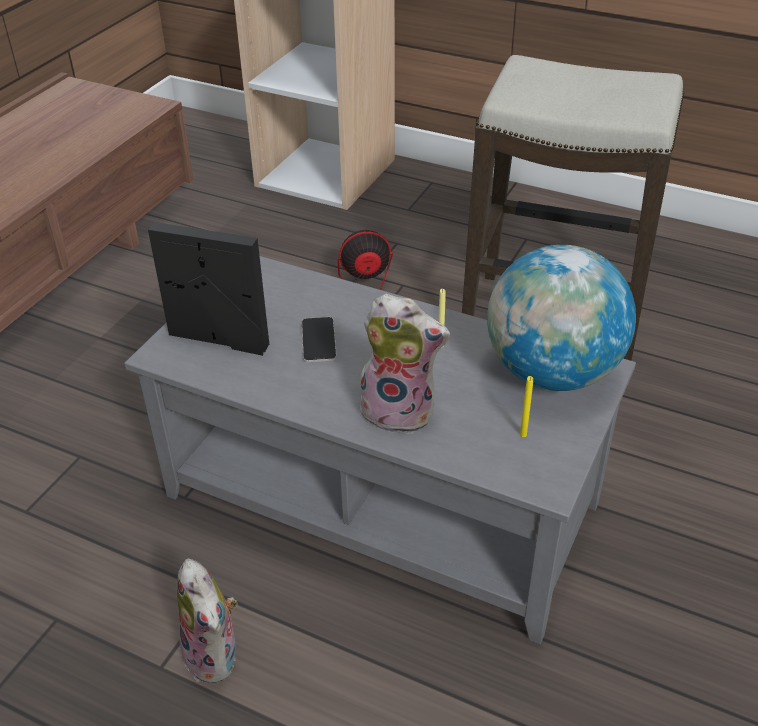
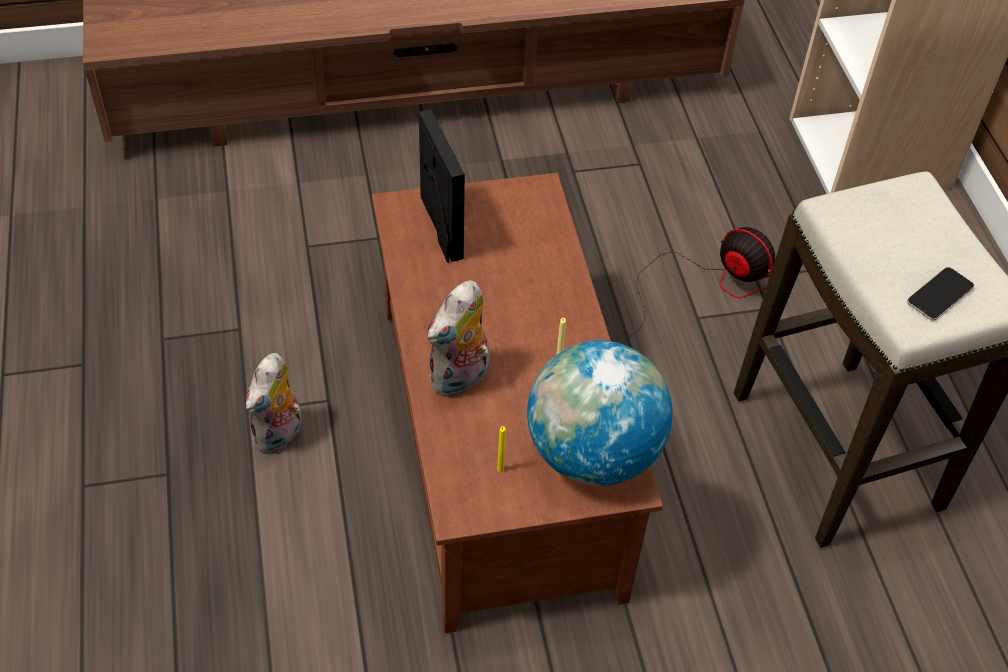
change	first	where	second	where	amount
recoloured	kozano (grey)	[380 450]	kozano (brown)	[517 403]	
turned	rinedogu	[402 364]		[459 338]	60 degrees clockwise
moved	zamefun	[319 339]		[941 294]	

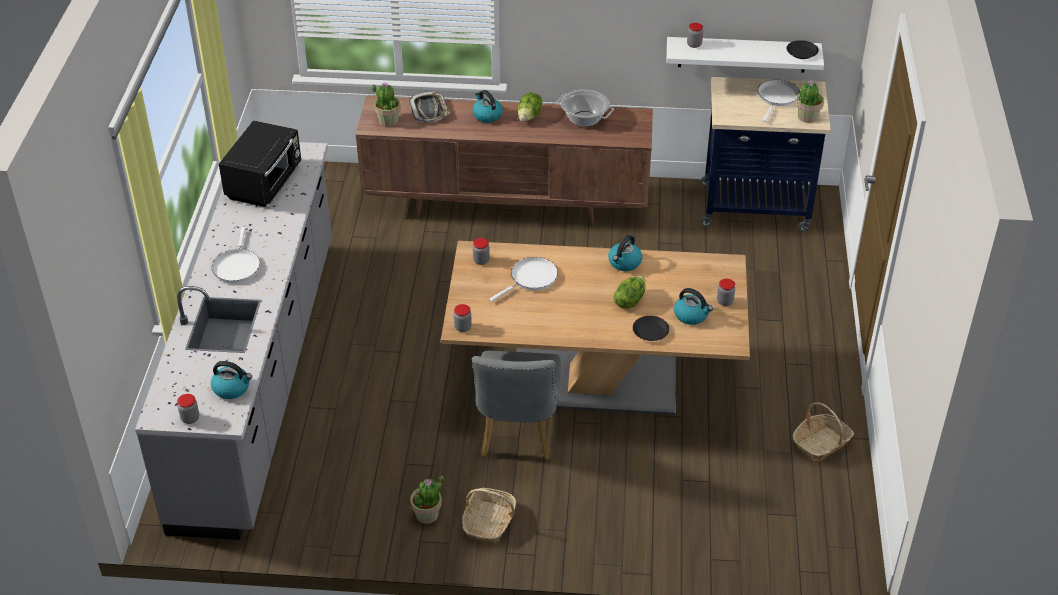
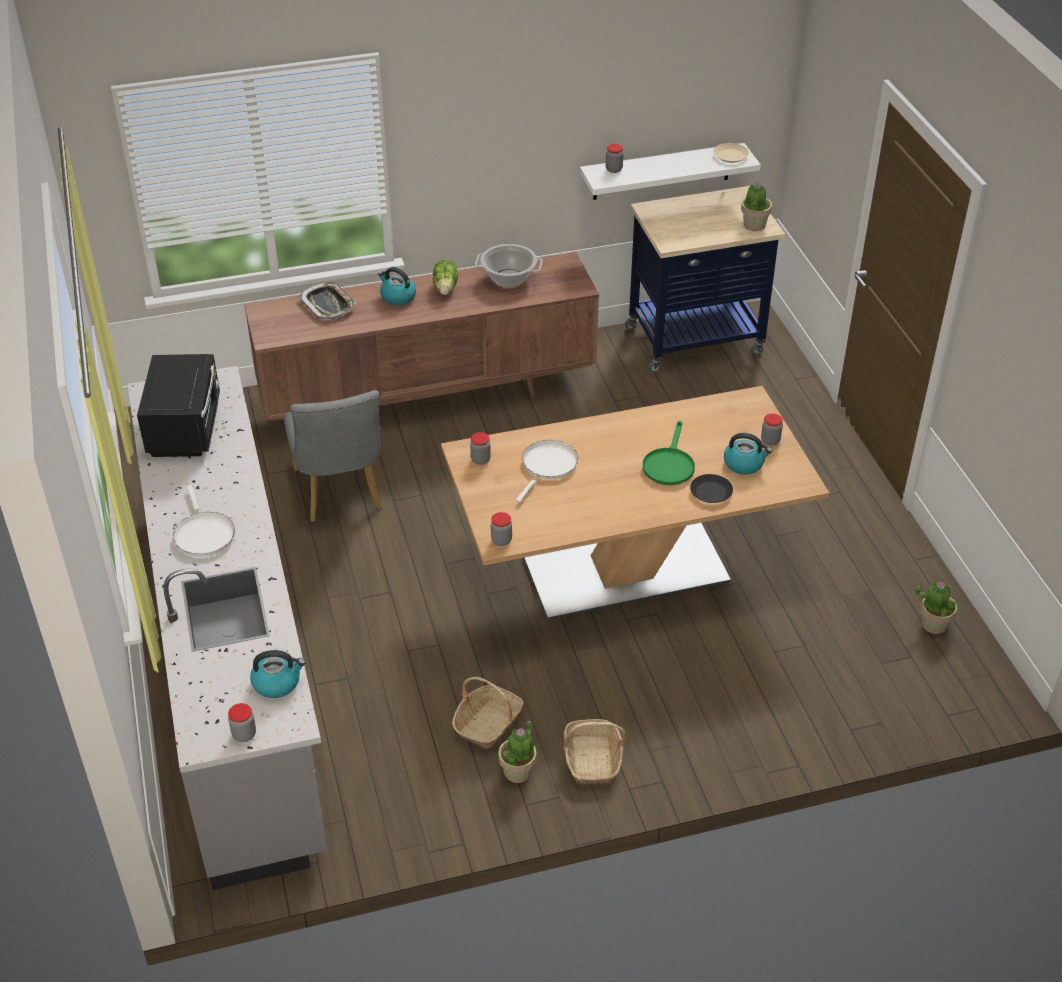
change	first	where	second	where	amount
recoloured	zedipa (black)	[803 49]	zedipa (beige)	[731 153]	
removed	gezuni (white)	[779 101]			
moved	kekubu	[386 105]		[936 607]	
removed	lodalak	[625 253]			
replaced	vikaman	[630 292]	gezuni (green)	[669 452]	
moved	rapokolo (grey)	[516 405]		[333 456]	
moved	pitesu	[823 432]		[488 713]	

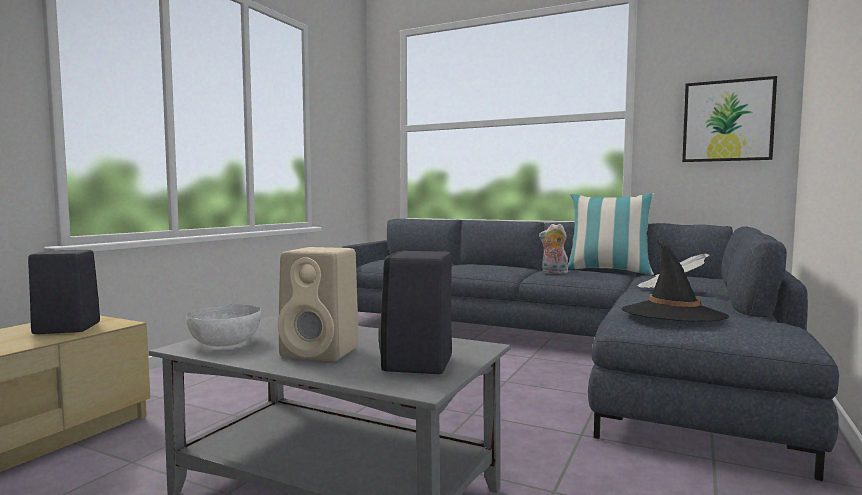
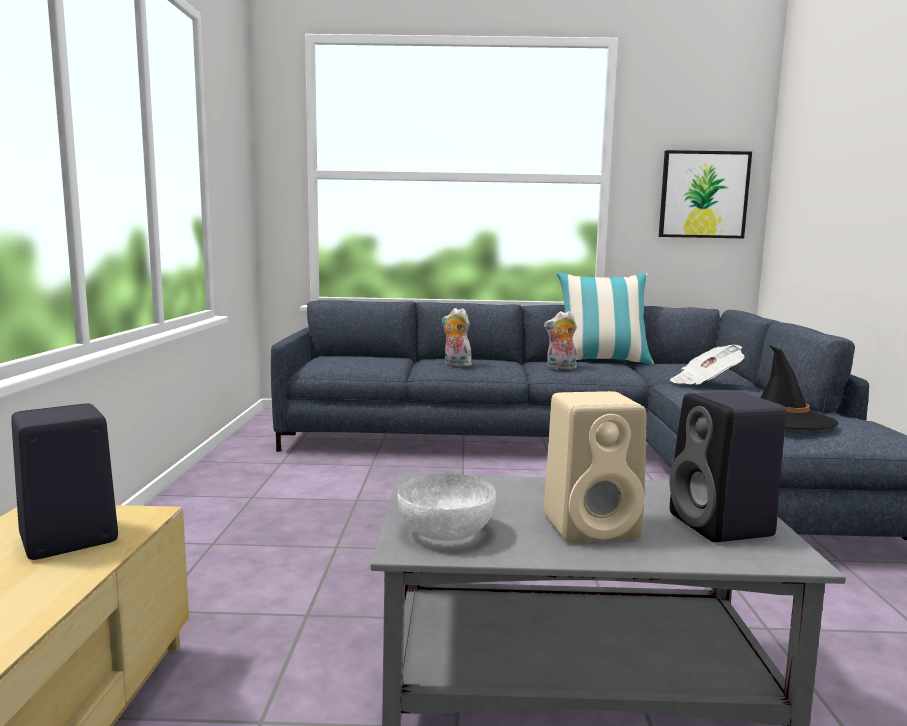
change	first	where	second	where	amount
added			rinedogu	[457 337]	

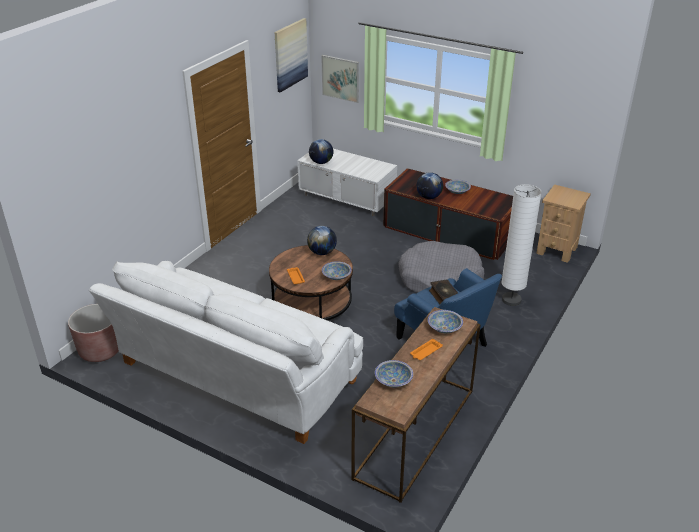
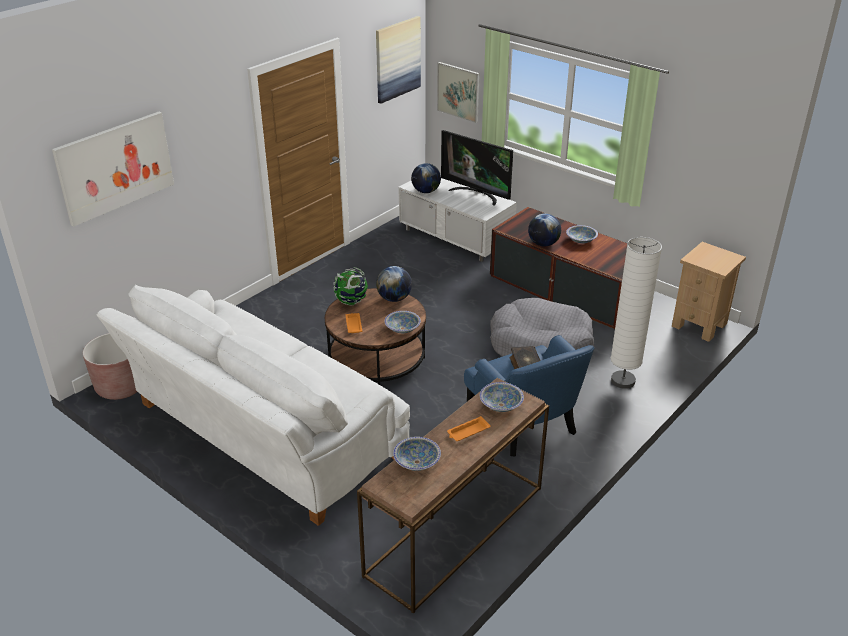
change	first	where	second	where	amount
added			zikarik	[113 169]	
added			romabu	[477 168]	
added			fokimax	[350 286]	

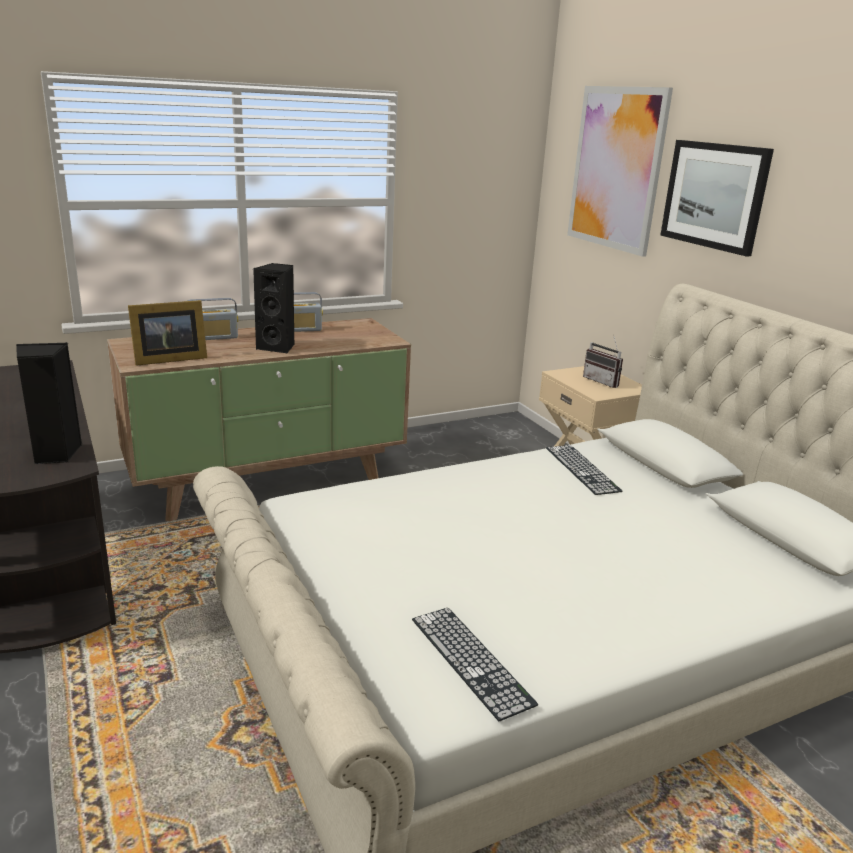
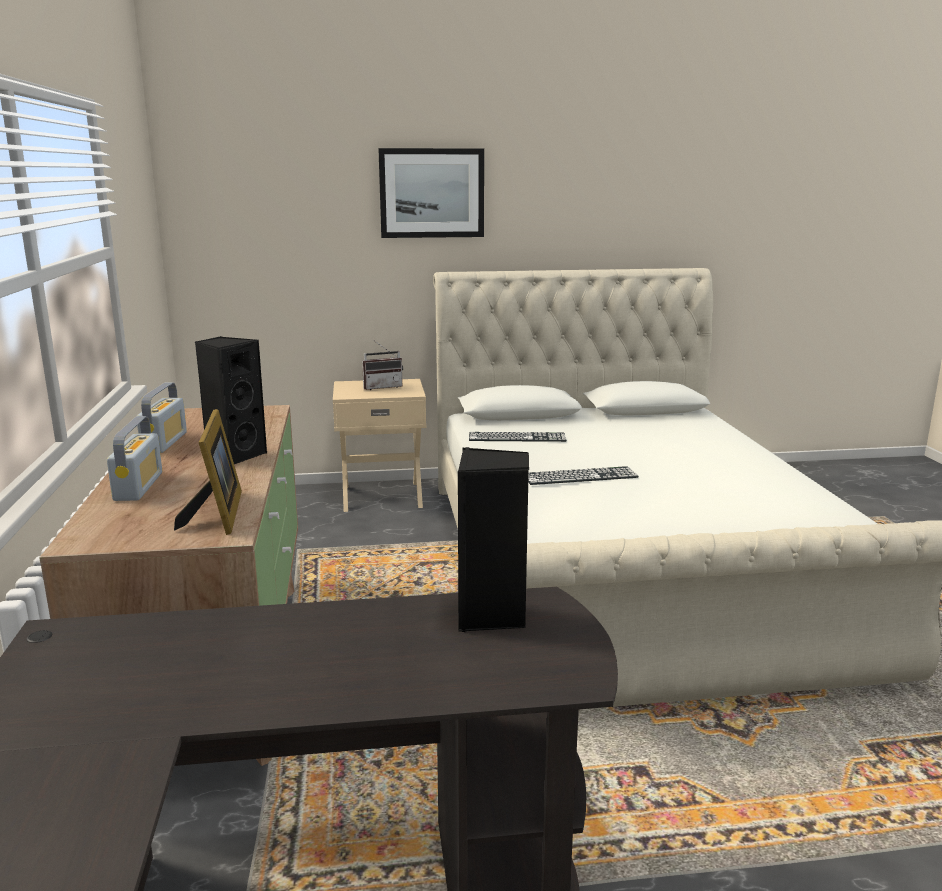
change	first	where	second	where	amount
removed	zikarik	[620 171]			
moved	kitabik	[475 664]		[583 475]	

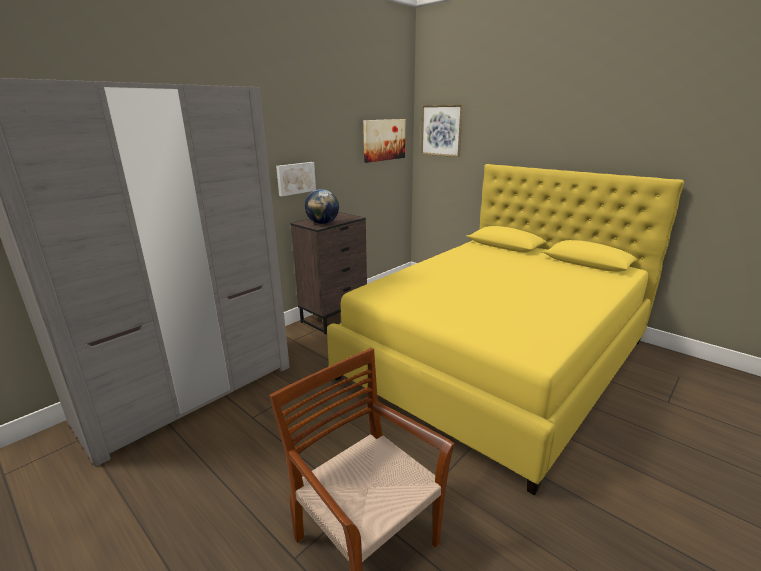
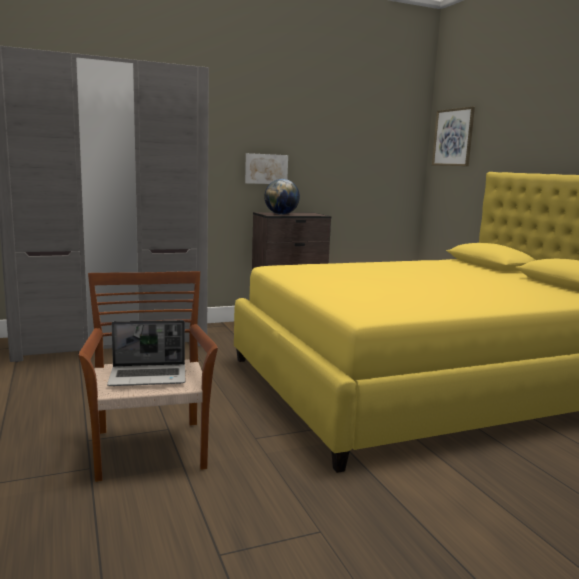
change	first	where	second	where	amount
removed	zikarik	[384 141]			
added			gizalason	[146 353]	

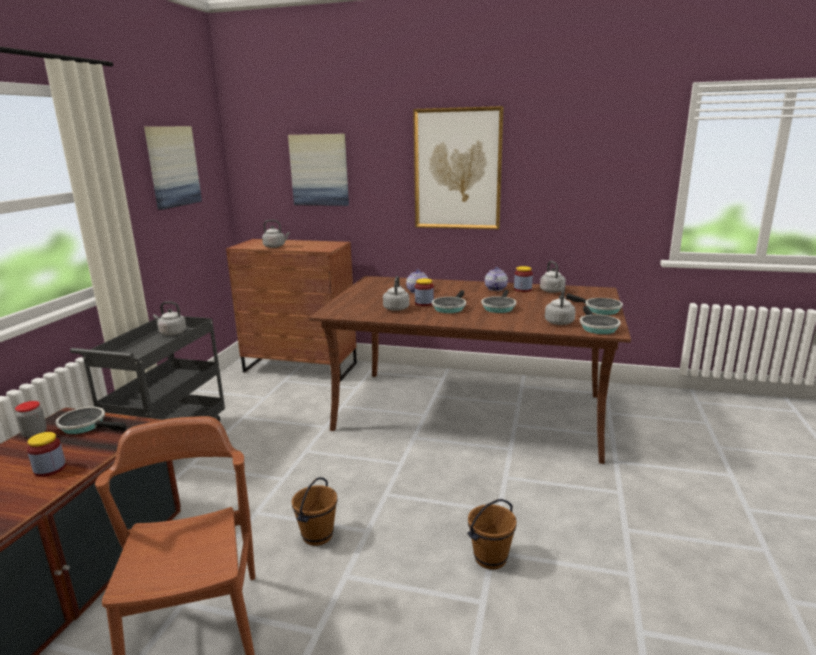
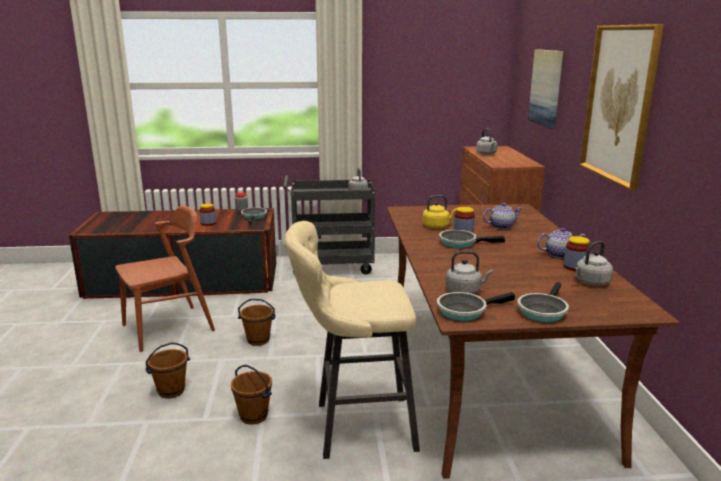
change	first	where	second	where	amount
removed	zikarik	[173 168]			
recoloured	lodalak (grey)	[396 293]	lodalak (yellow)	[440 211]	
removed	gezuni	[498 301]			
added			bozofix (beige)	[352 340]	
added			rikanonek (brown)	[168 370]	

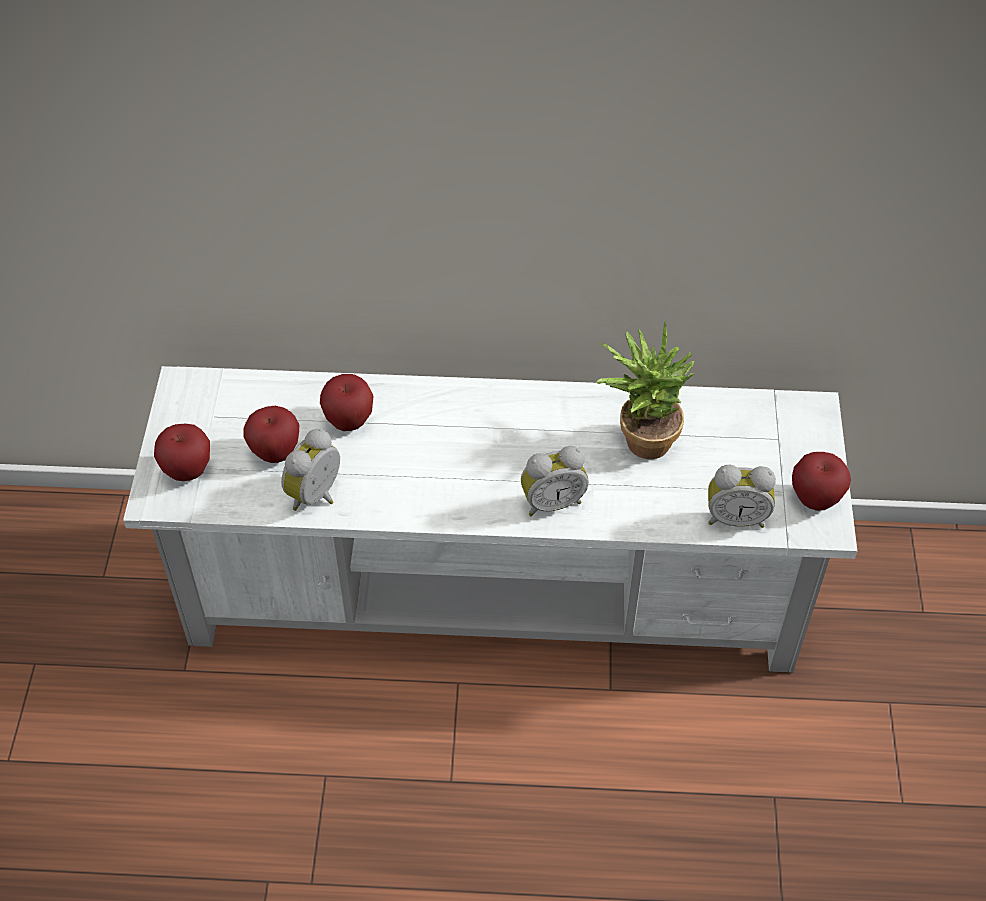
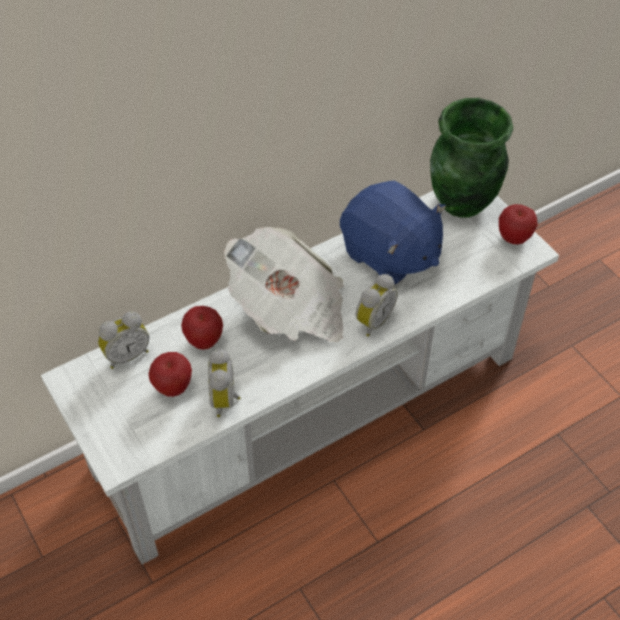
change	first	where	second	where	amount
replaced	kekubu	[646 390]	rinedogu (blue)	[393 233]	
removed	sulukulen	[182 452]			
moved	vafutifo	[742 496]		[123 340]	
added			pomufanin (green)	[471 158]	
added			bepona	[284 284]	

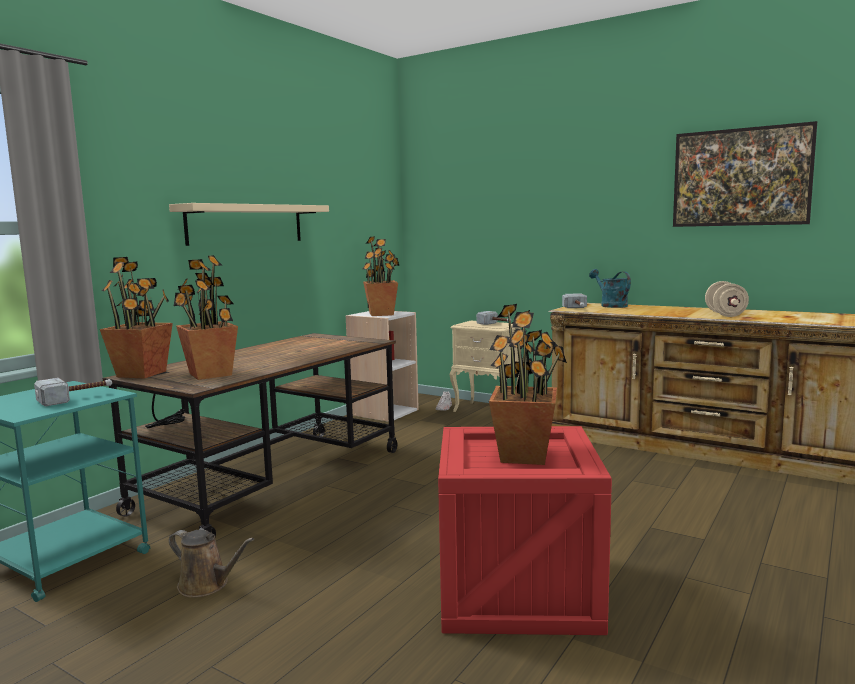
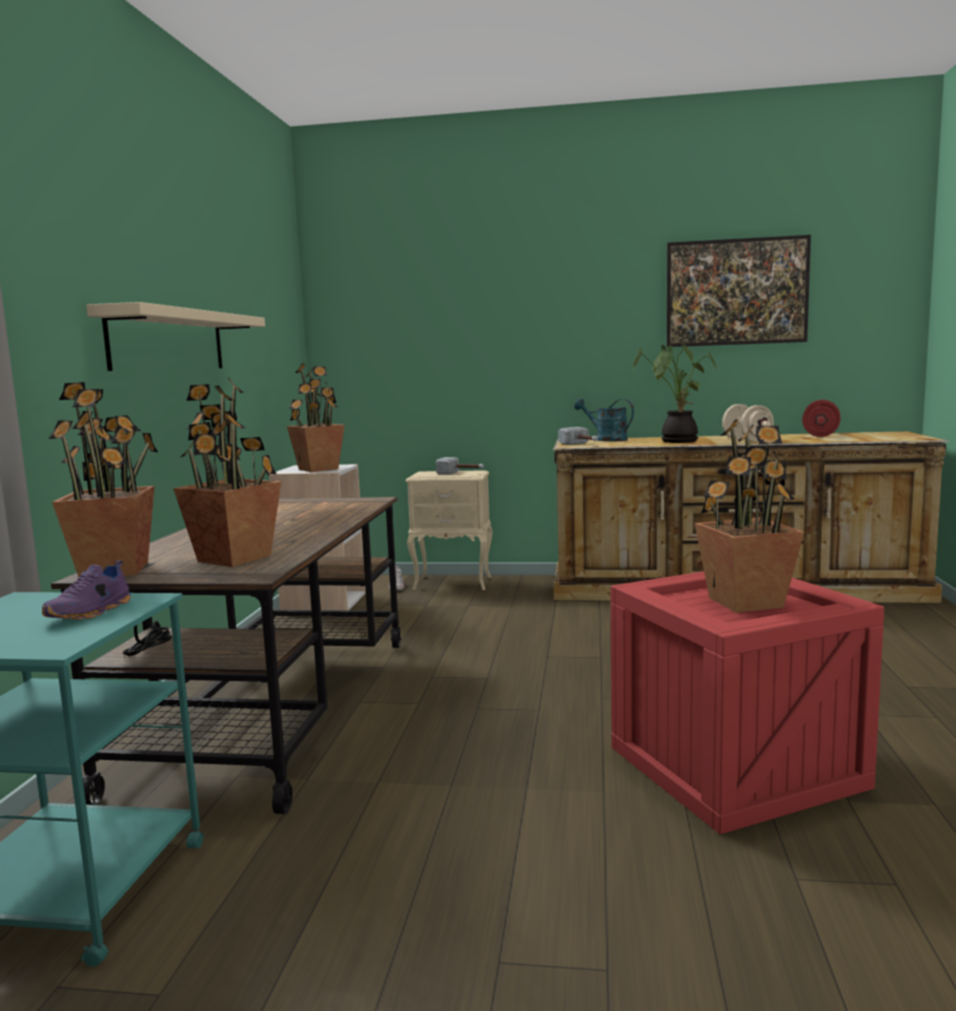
change	first	where	second	where	amount
replaced	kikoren	[73 392]	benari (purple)	[86 589]	
removed	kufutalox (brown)	[211 564]			
added			kekubu	[675 393]	
added			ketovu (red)	[821 418]	

